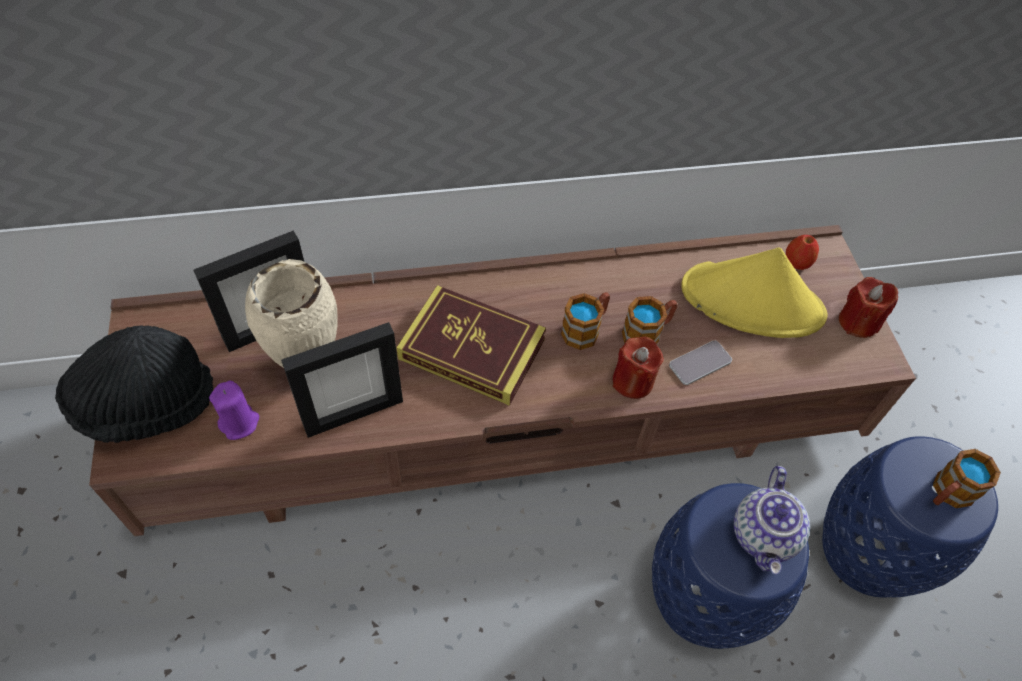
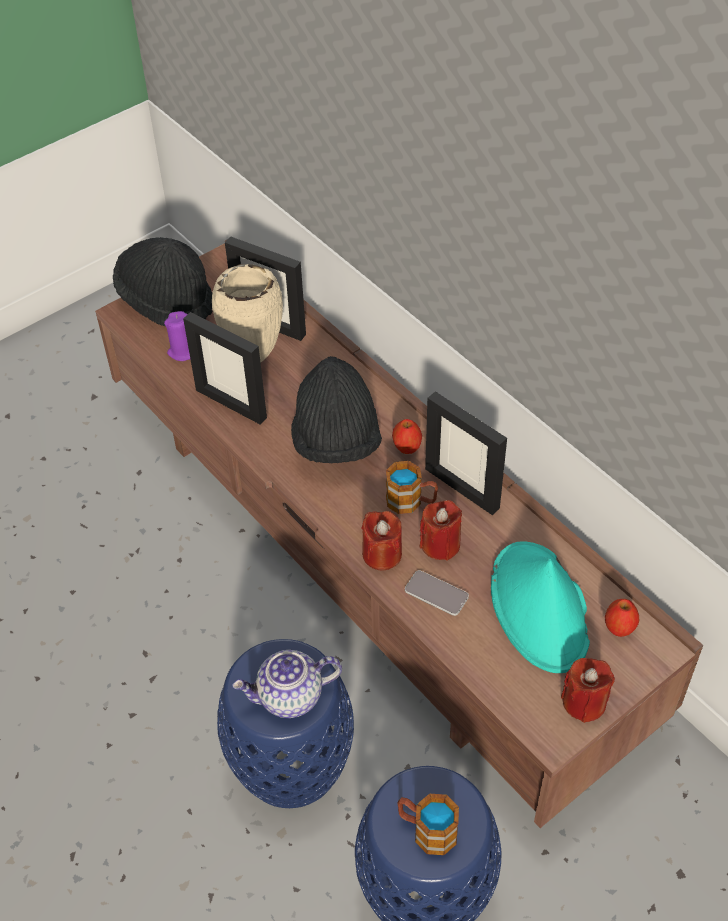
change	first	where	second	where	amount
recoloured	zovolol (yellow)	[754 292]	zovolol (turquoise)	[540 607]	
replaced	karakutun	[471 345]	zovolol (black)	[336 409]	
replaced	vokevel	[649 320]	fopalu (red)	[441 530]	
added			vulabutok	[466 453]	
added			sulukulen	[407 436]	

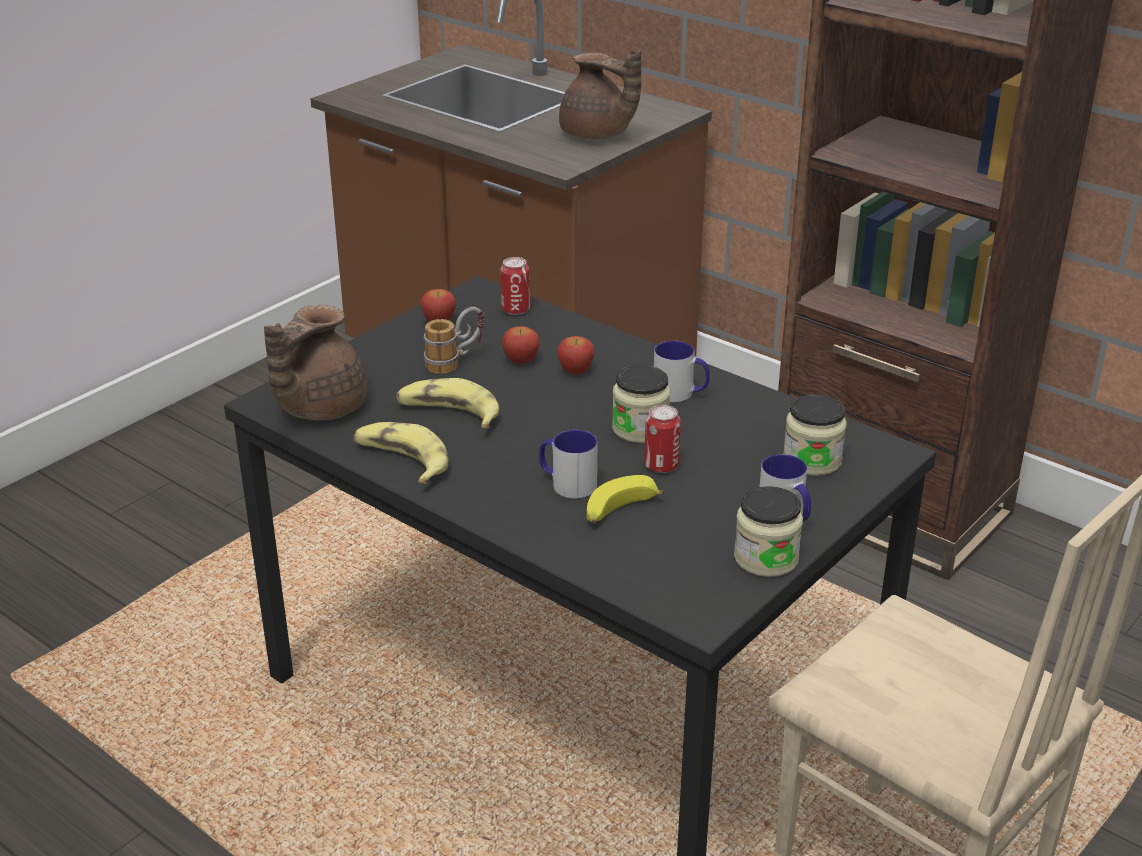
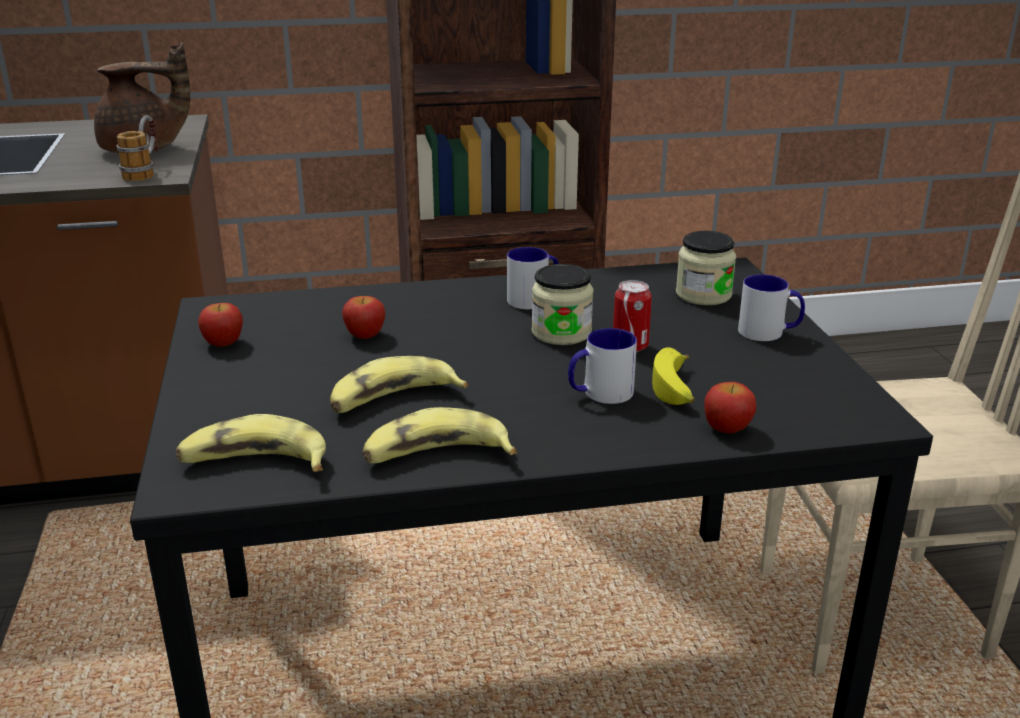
change	first	where	second	where	amount
removed	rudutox	[515 286]			
replaced	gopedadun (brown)	[315 363]	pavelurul	[251 443]	
moved	vokevel	[454 340]		[137 148]	
moved	sulukulen	[576 355]		[730 408]	
removed	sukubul	[768 531]			

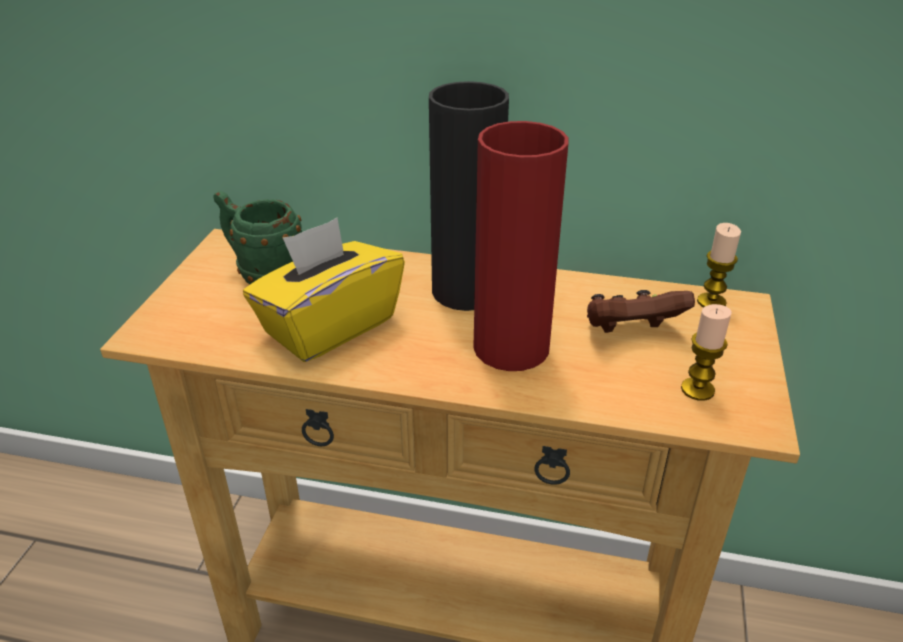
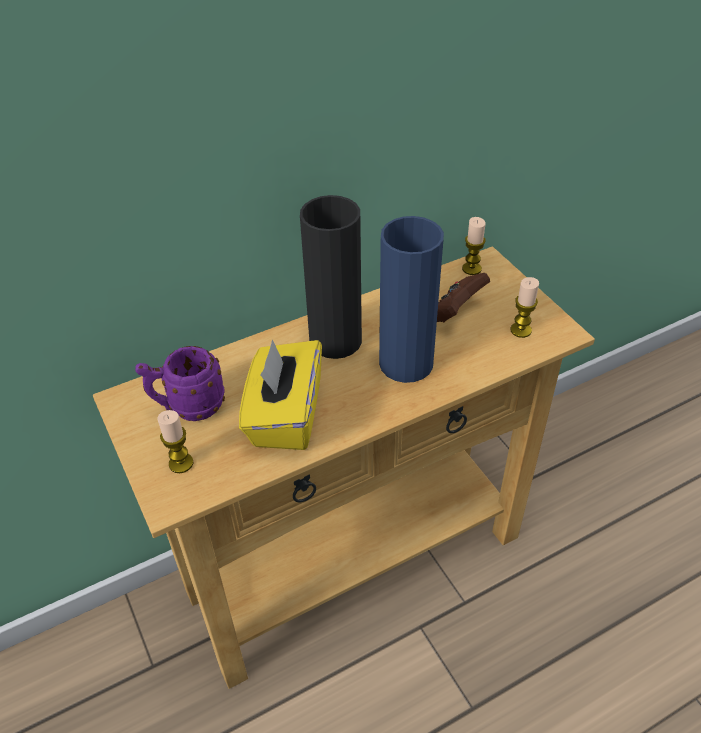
change	first	where	second	where	amount
recoloured	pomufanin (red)	[521 246]	pomufanin (blue)	[411 299]	
recoloured	vokevel (green)	[257 237]	vokevel (purple)	[180 383]	
added			fopalu	[175 441]	

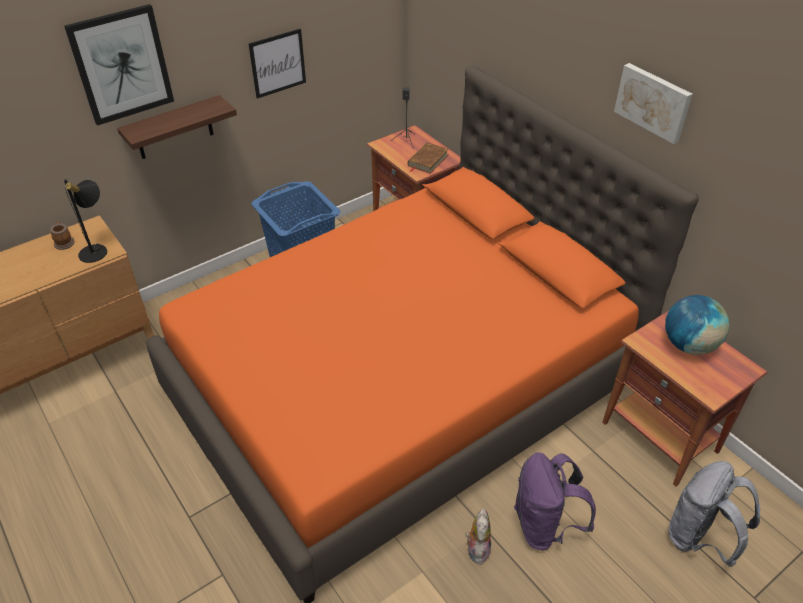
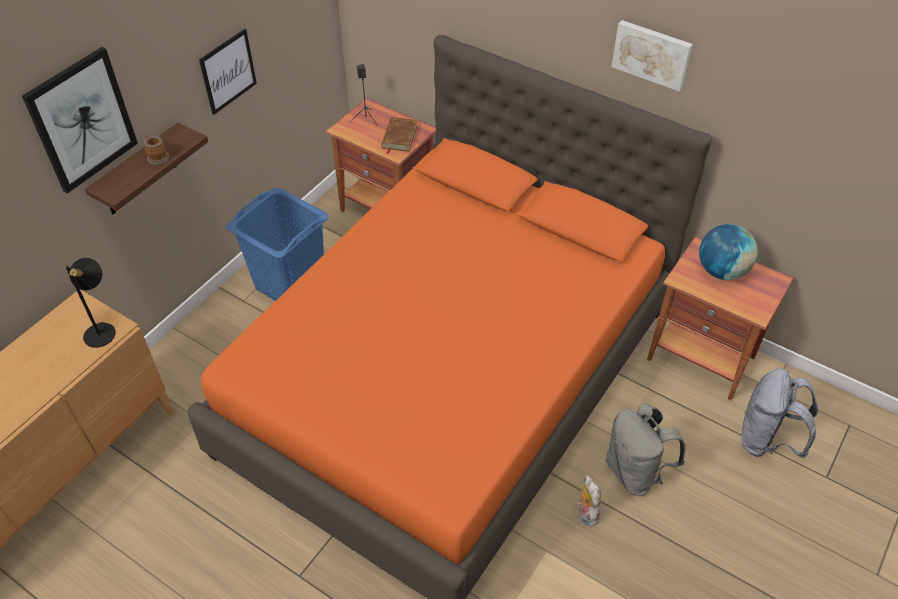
change	first	where	second	where	amount
moved	vokevel	[62 235]		[156 150]	
recoloured	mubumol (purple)	[555 501]	mubumol (grey)	[645 449]	

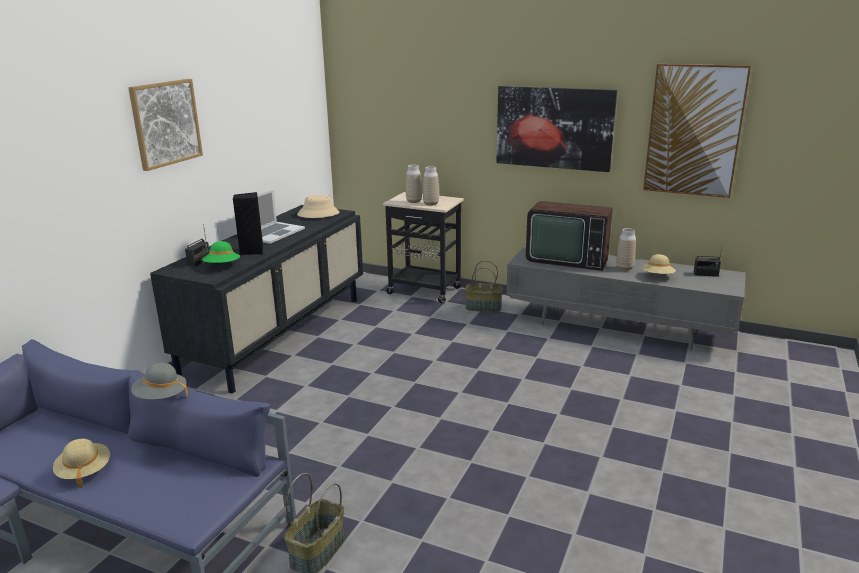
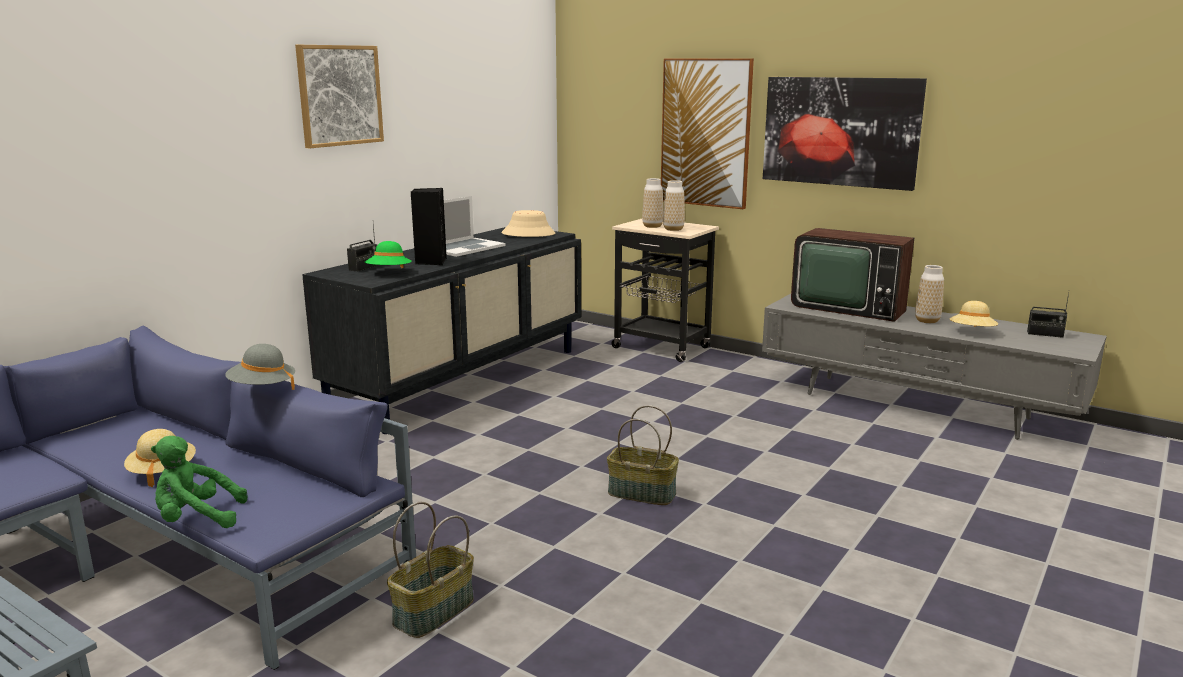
change	first	where	second	where	amount
moved	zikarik	[697 131]		[707 133]	
moved	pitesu	[484 286]		[643 455]	
added			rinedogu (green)	[199 482]	

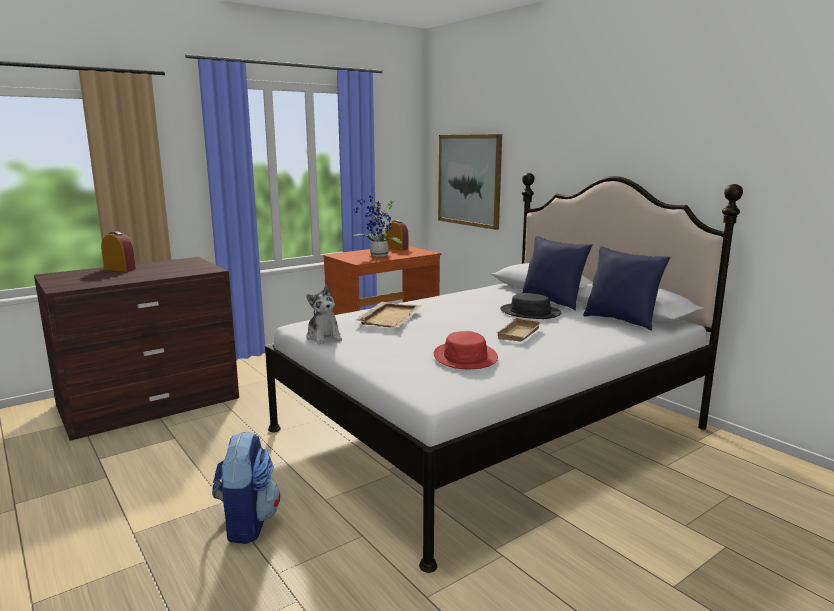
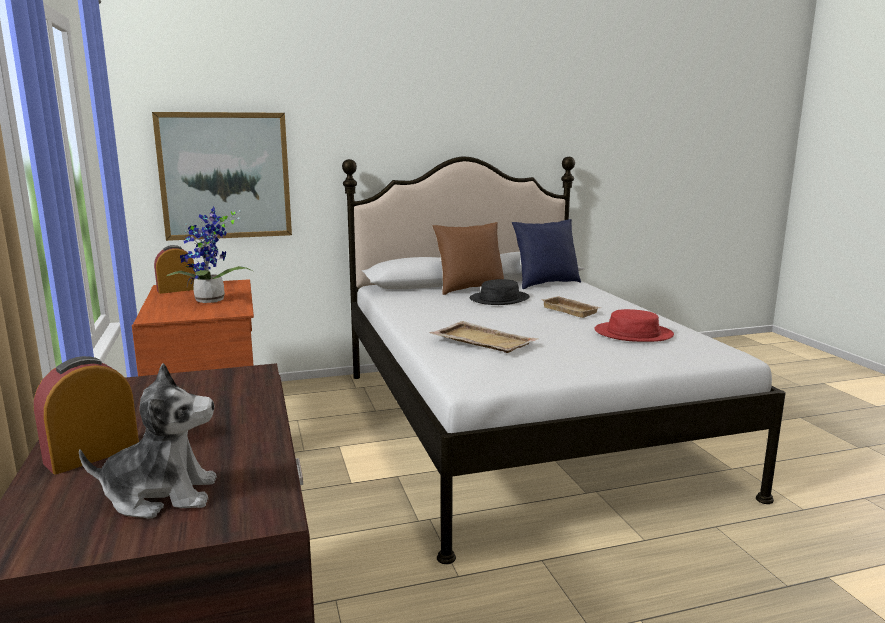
change	first	where	second	where	amount
recoloured	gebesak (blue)	[557 273]	gebesak (brown)	[468 258]	
moved	rinedogu	[324 314]		[148 440]	
removed	mubumol	[246 488]			

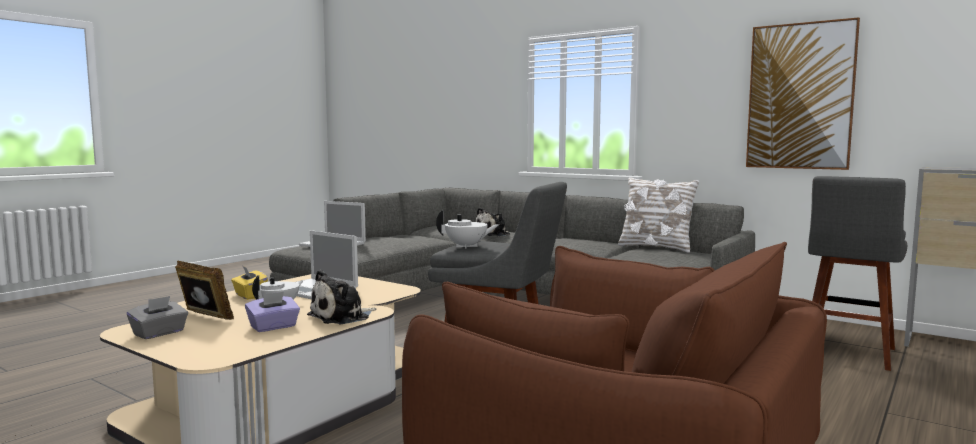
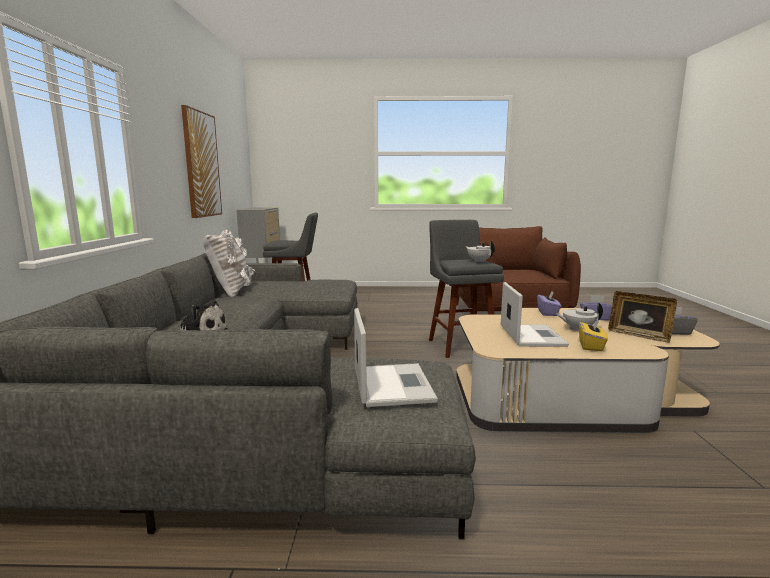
change	first	where	second	where	amount
turned	vulabutok	[204 290]		[642 317]	45 degrees counterclockwise
replaced	rinedogu	[341 297]	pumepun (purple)	[549 303]	

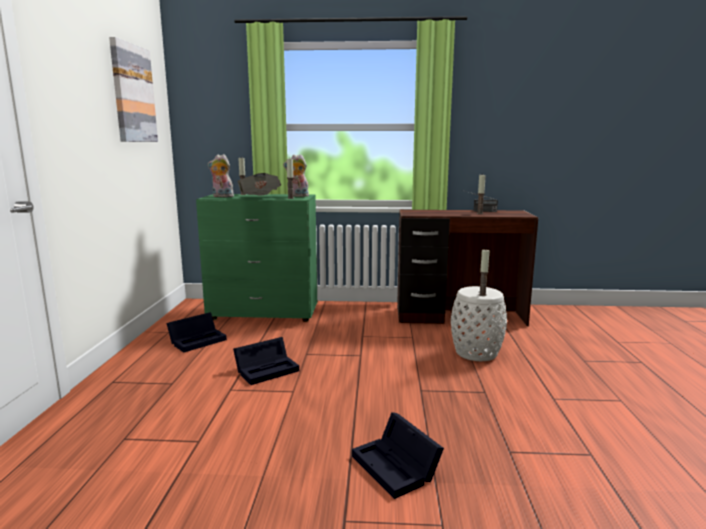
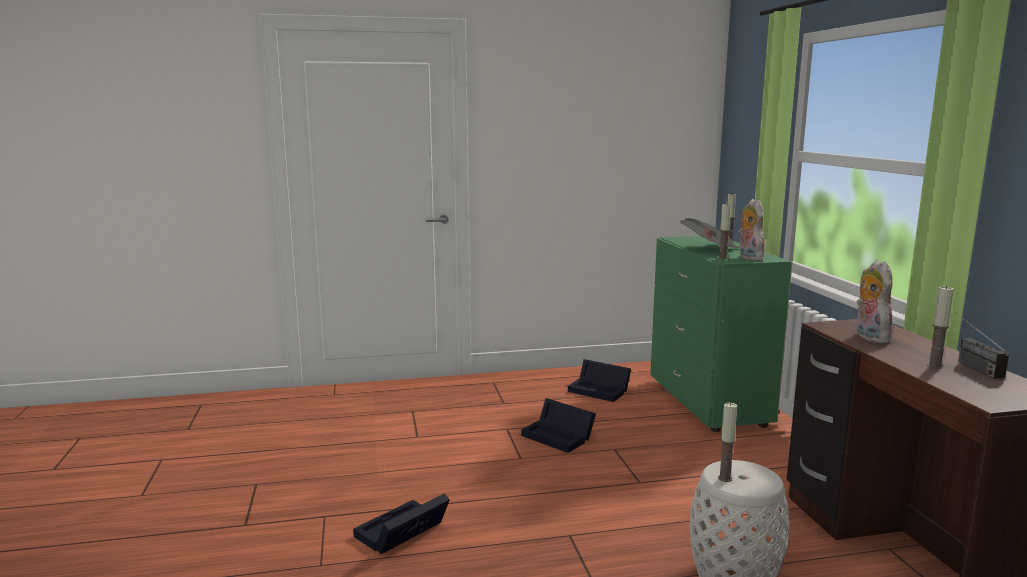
change	first	where	second	where	amount
removed	zikarik	[133 89]			
moved	rinedogu	[221 175]		[874 302]	

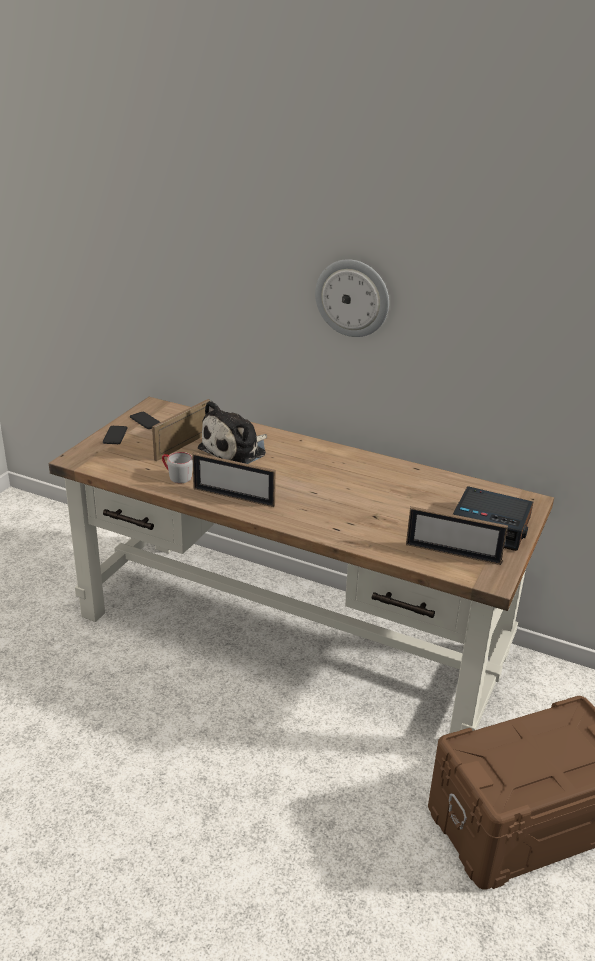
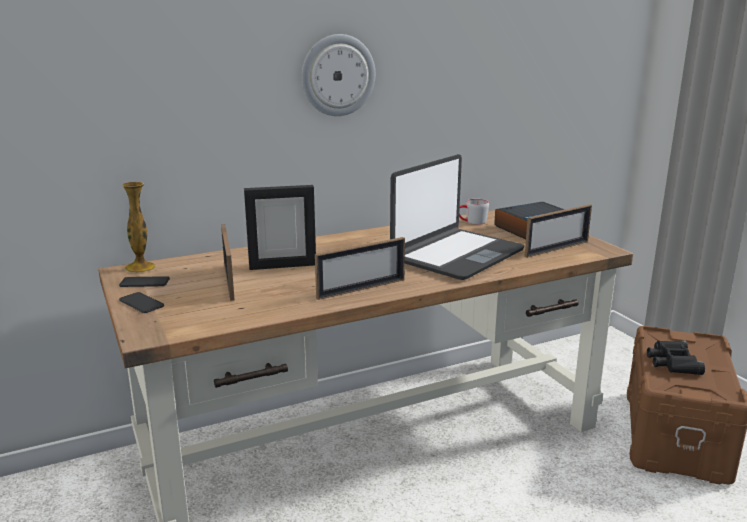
change	first	where	second	where	amount
replaced	rinedogu	[232 432]	vulabutok	[280 227]	
moved	vokevel (grey)	[177 467]		[474 212]	
added			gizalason	[457 217]	
added			pomufanin	[139 227]	
added			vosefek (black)	[676 357]	

